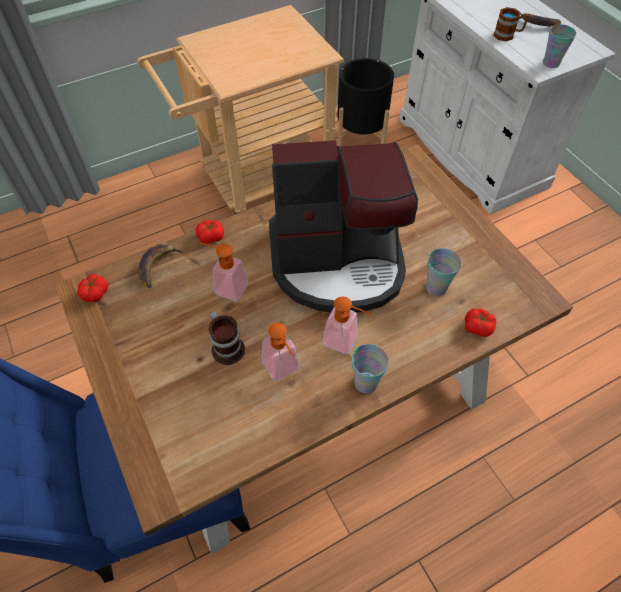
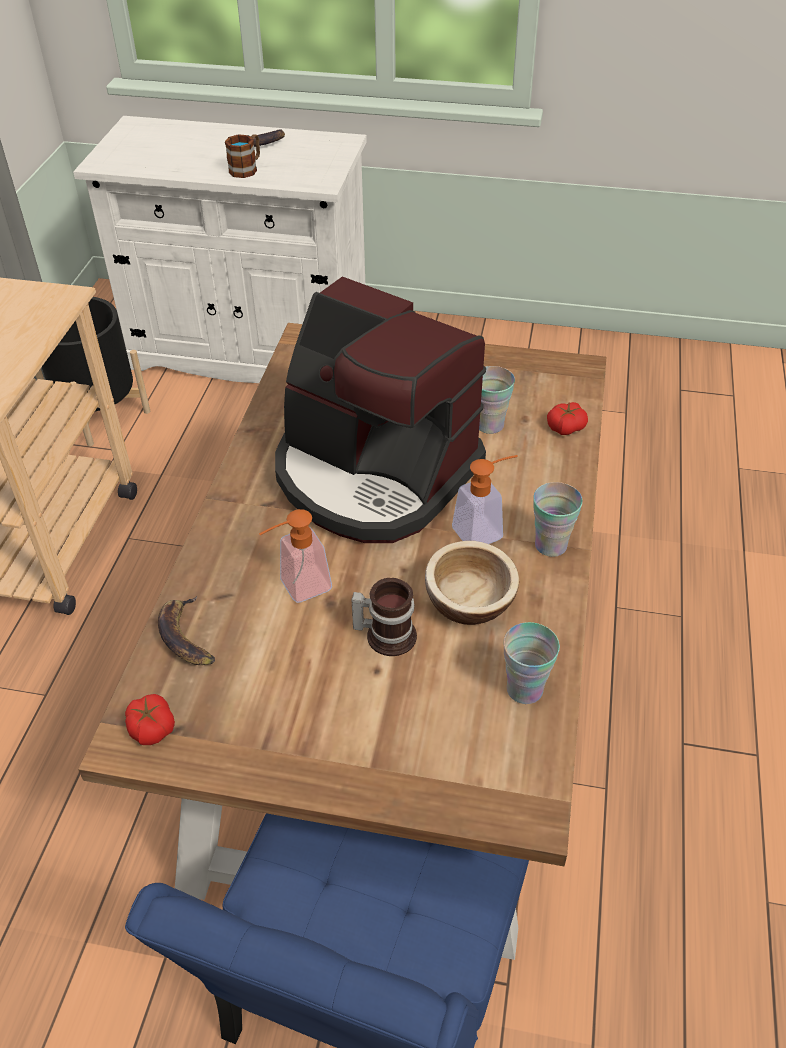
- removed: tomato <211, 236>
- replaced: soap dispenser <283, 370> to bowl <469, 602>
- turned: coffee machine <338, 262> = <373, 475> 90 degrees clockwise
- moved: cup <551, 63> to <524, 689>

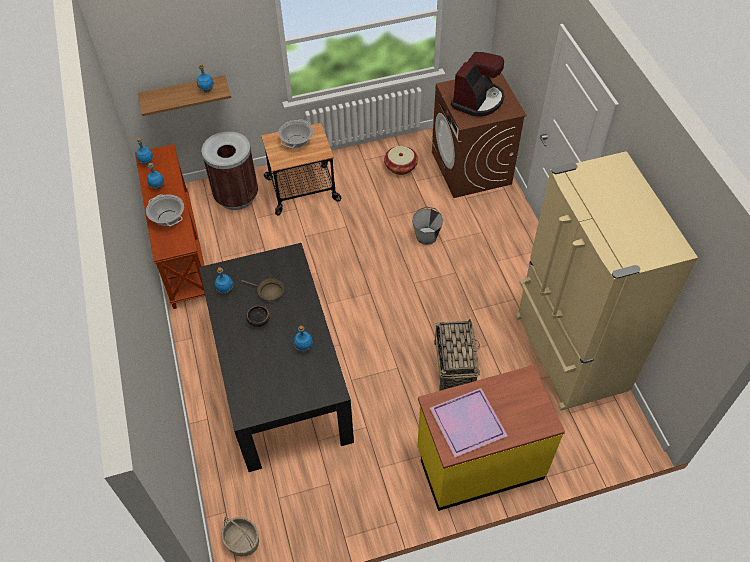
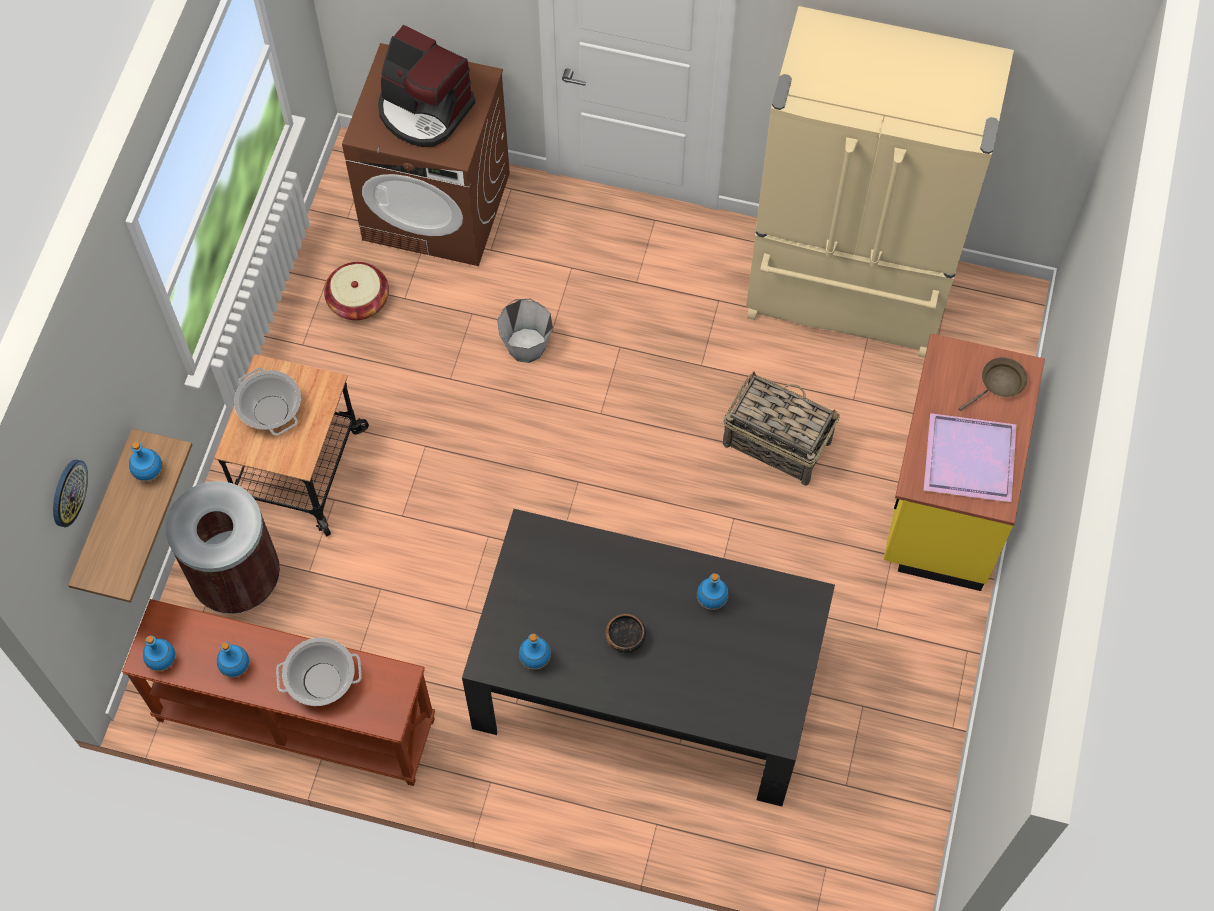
- removed: basket <242, 541>
- moved: brown frying pan <268, 291> to <999, 384>
- turned: coffee machine <478, 100> = <424, 110> 150 degrees clockwise
- added: wall clock <68, 492>

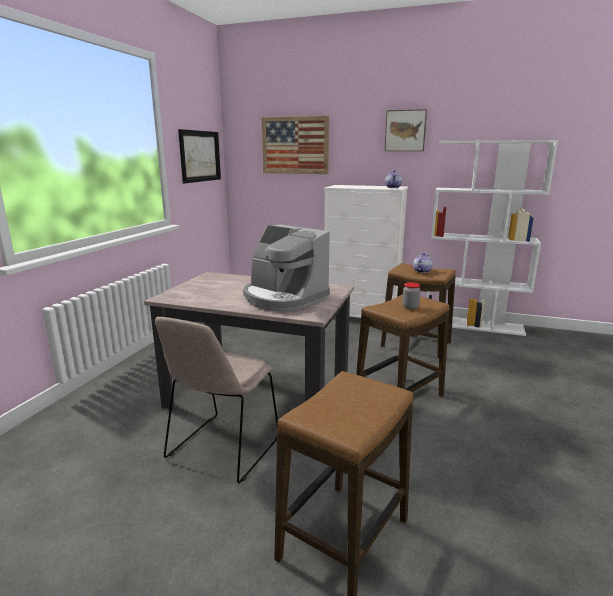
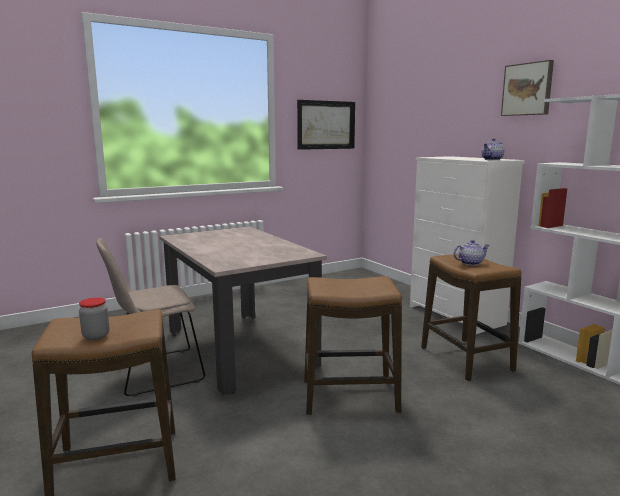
- removed: coffee machine <283, 298>
- removed: picture <295, 145>
- moved: jar <410, 307> to <96, 336>

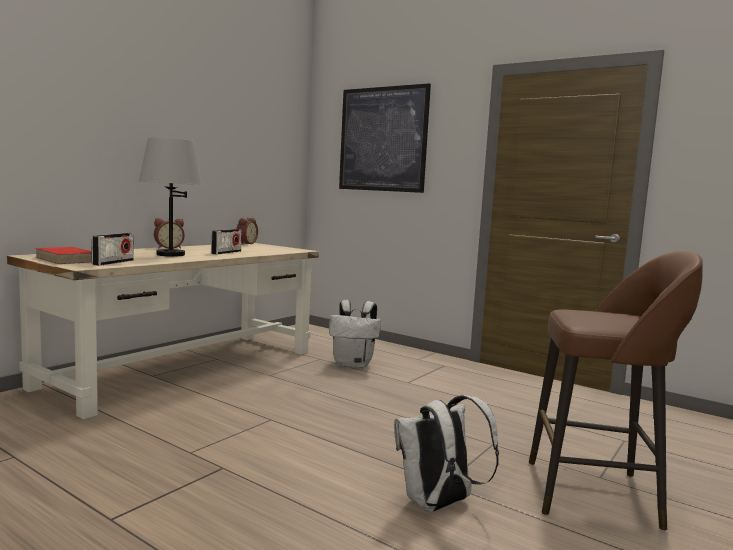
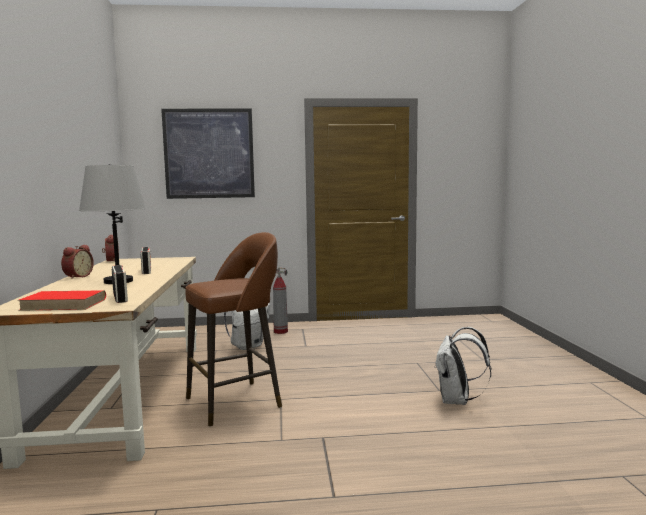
- moved: brown stool <596, 494> to <236, 402>
- added: fire extinguisher <280, 332>

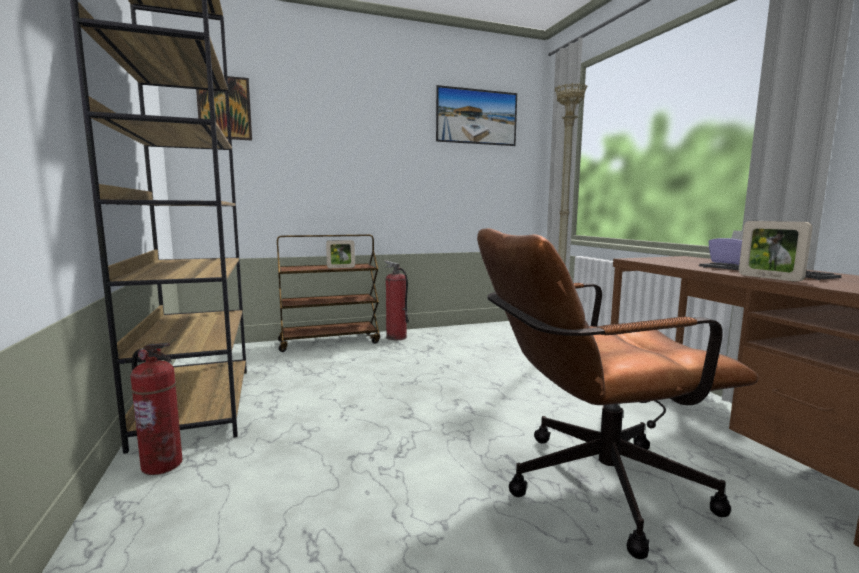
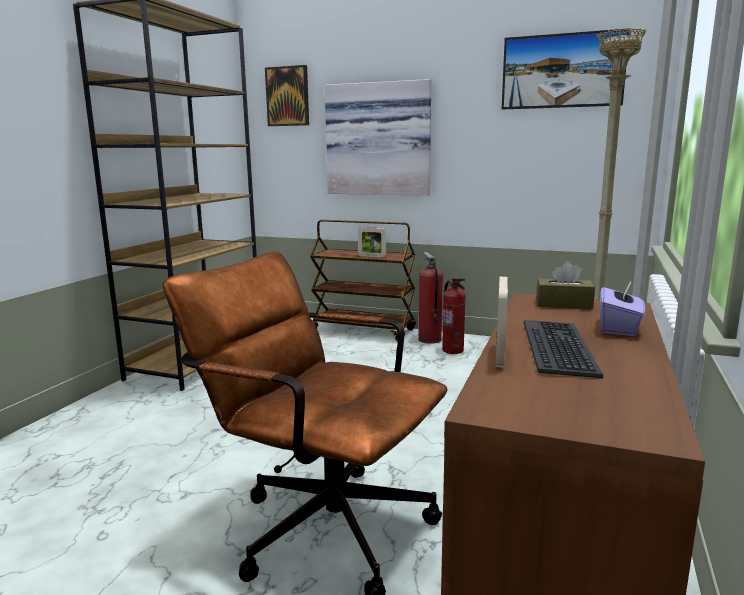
- moved: fire extinguisher <163, 464> to <453, 350>
- added: picture <379, 139>
- added: brown tissue box <563, 304>

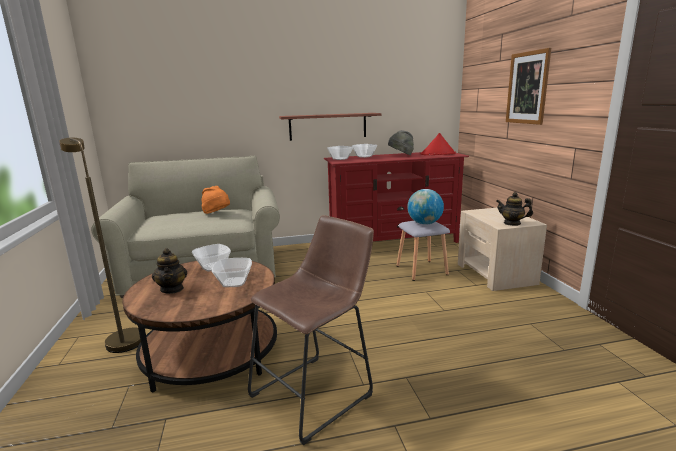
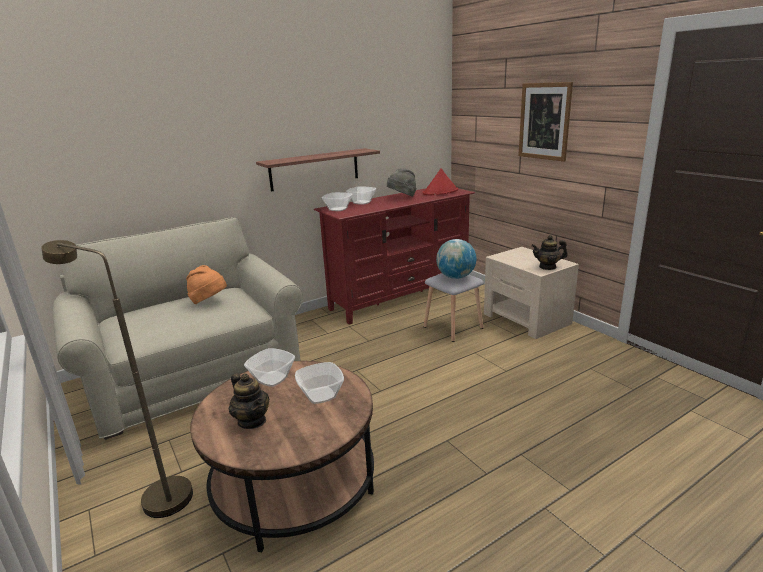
- removed: brown stool <317, 392>

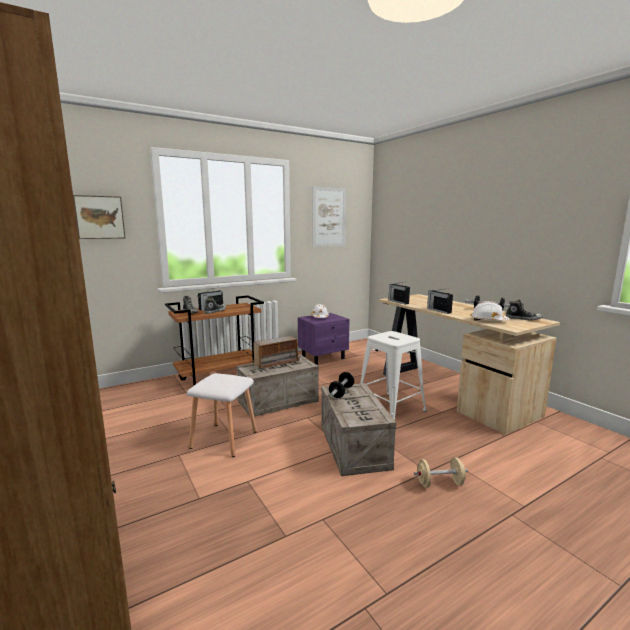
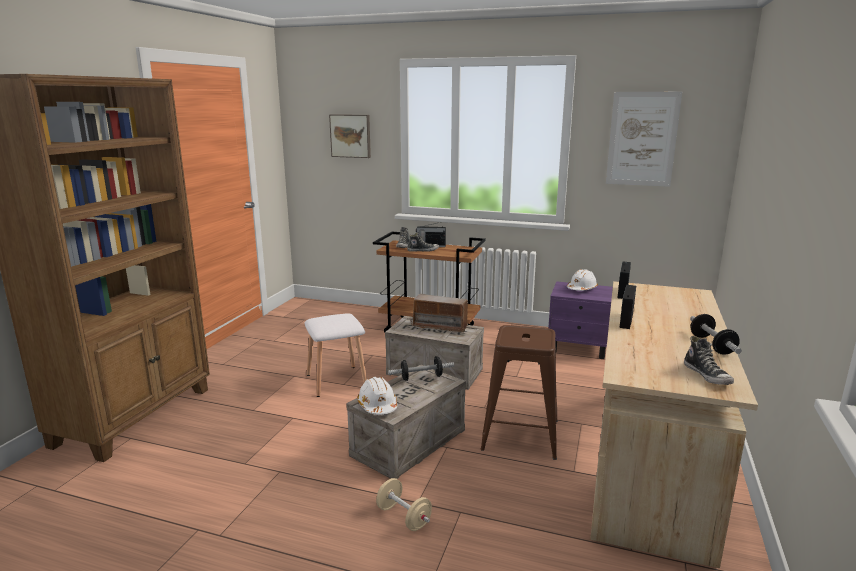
- recoloured: white stool <390, 409> to brown stool <521, 435>
- moved: white hard hat <488, 321> to <377, 405>

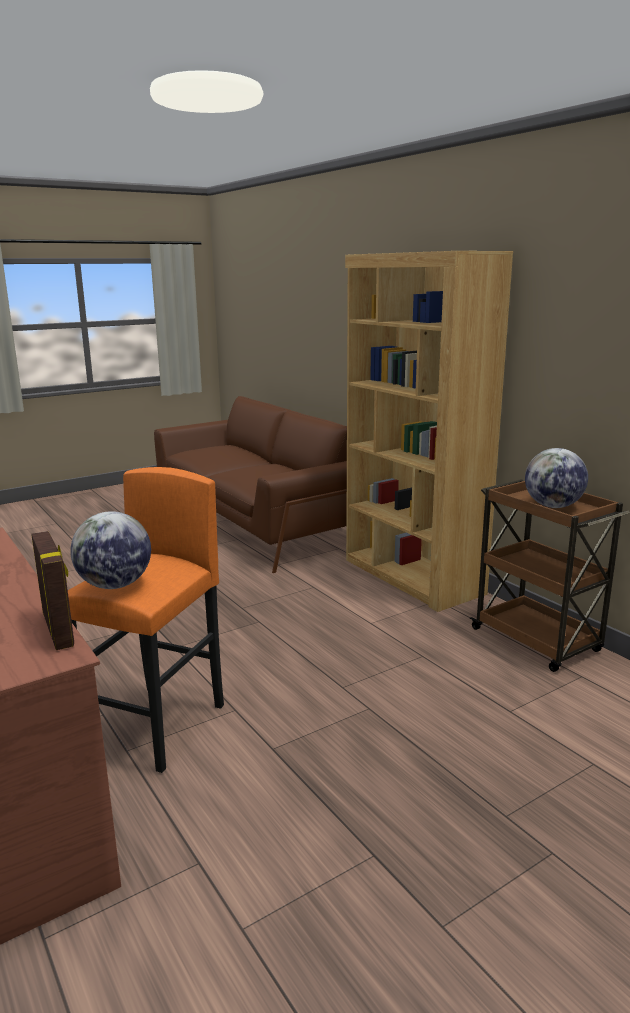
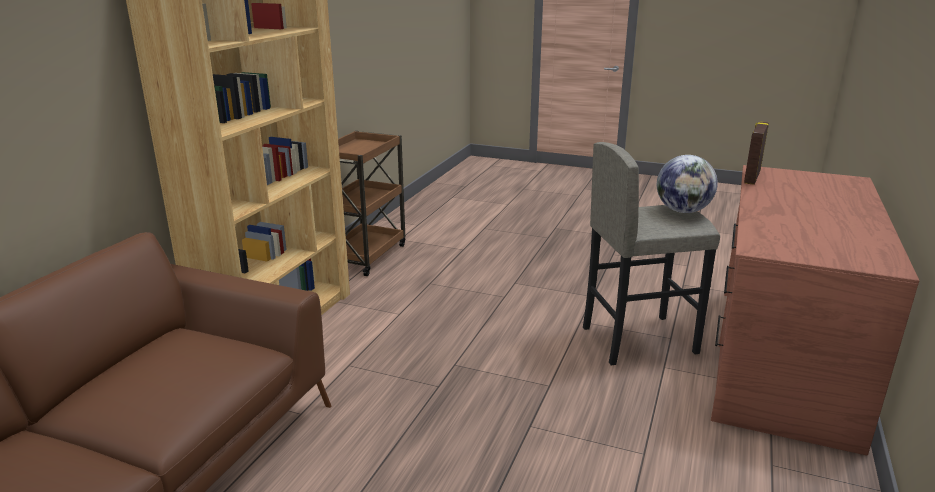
- recoloured: orange stool <156, 726> to grey stool <638, 339>
- removed: globe <553, 506>

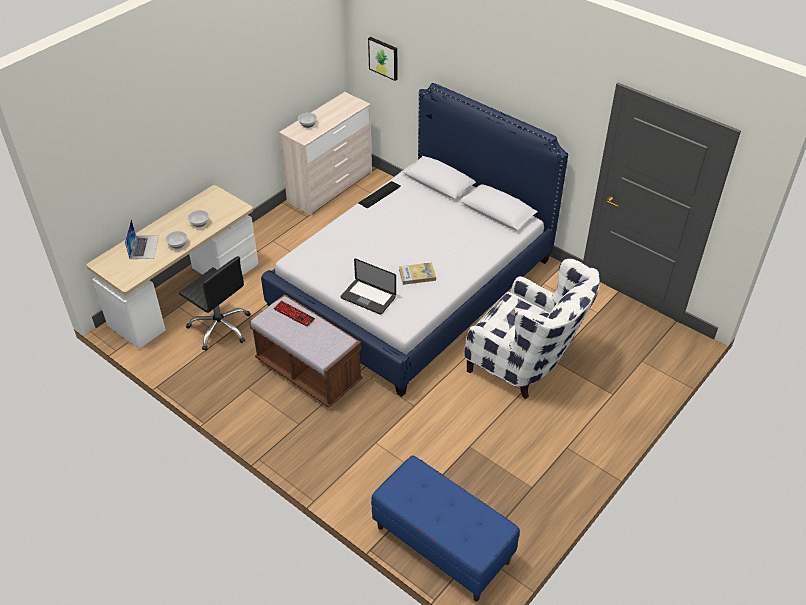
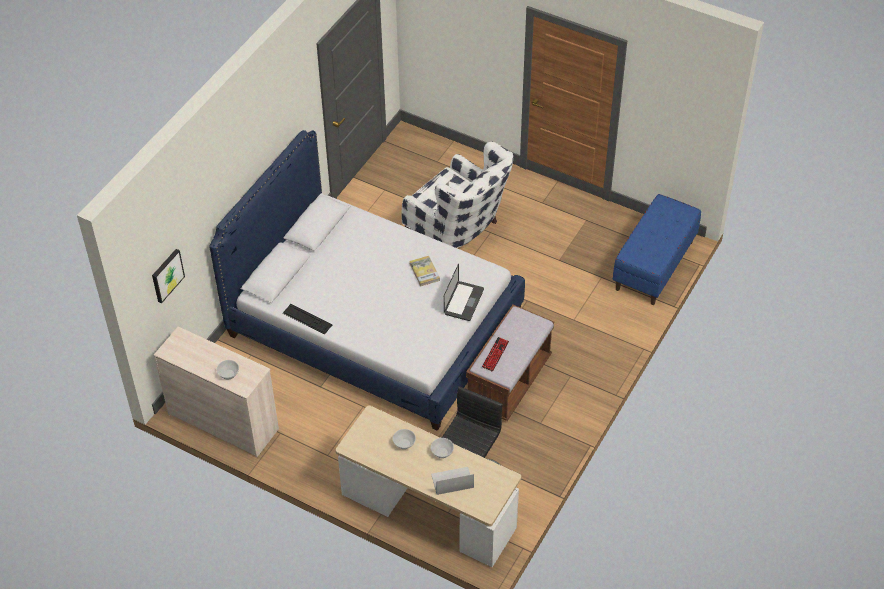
- turned: white armchair <526, 364> = <459, 232> 105 degrees clockwise

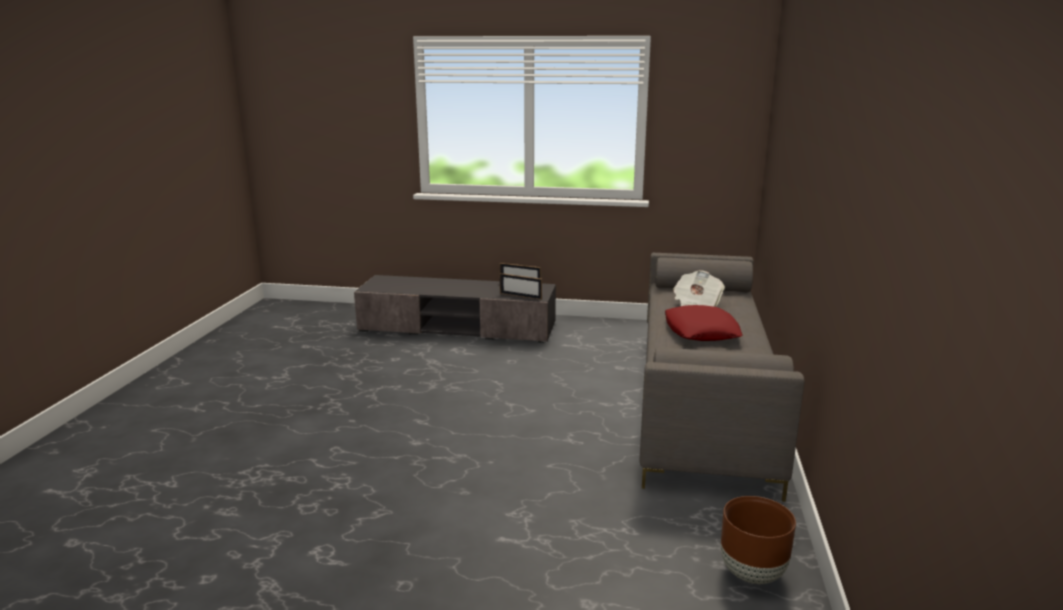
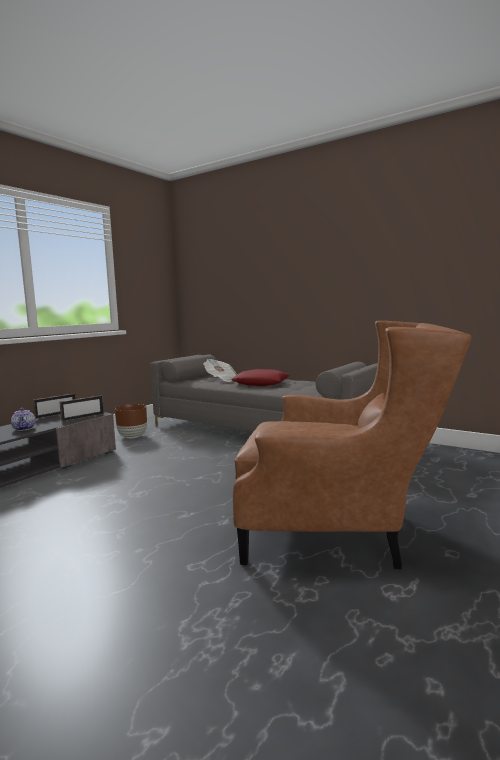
- moved: brown planter <752, 574> to <132, 437>
- added: teapot <24, 428>
- added: brown armchair <340, 531>

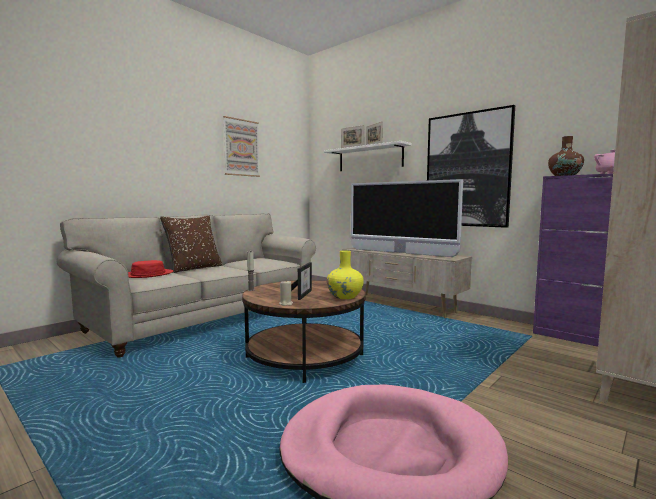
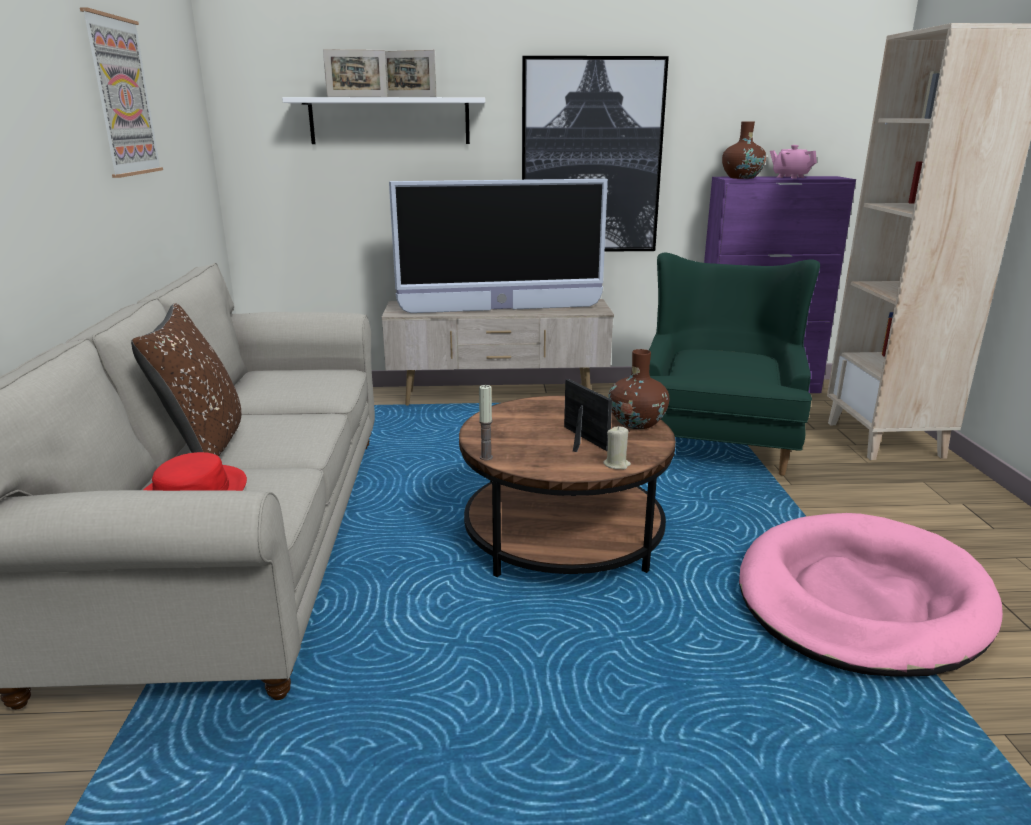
- recoloured: yellow vase <345, 296> to brown vase <637, 423>
- added: green armchair <717, 440>

